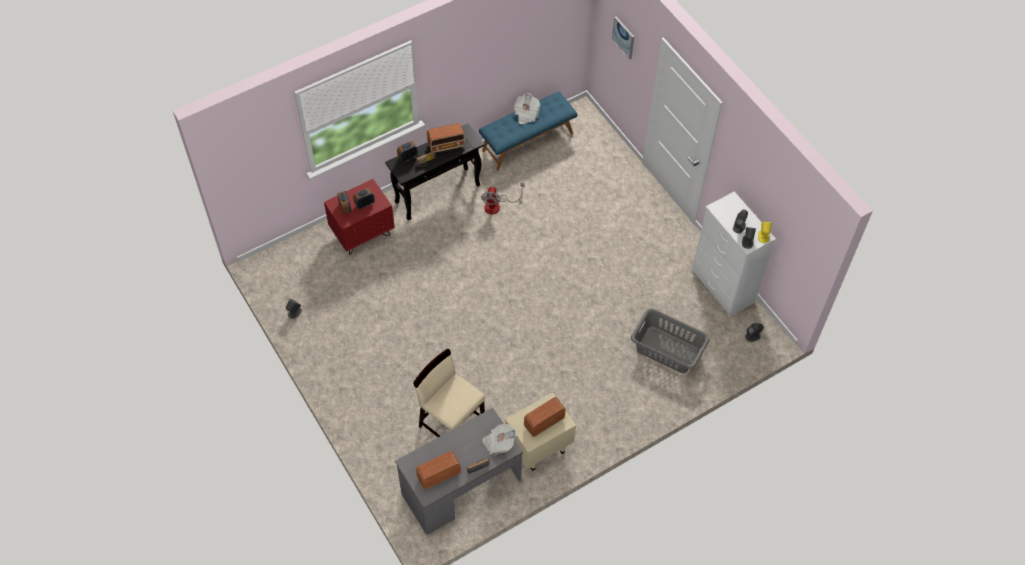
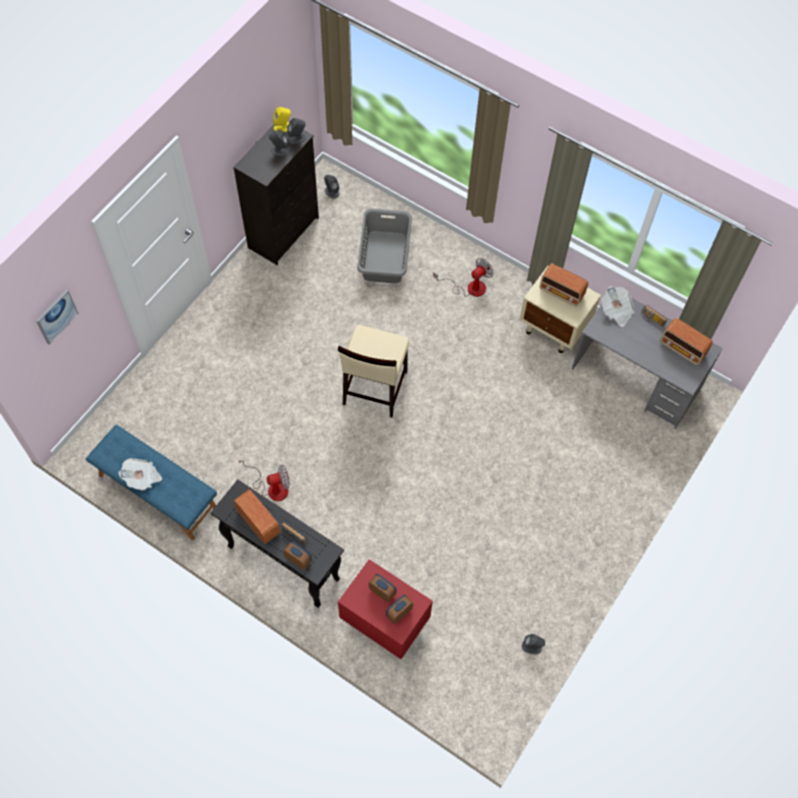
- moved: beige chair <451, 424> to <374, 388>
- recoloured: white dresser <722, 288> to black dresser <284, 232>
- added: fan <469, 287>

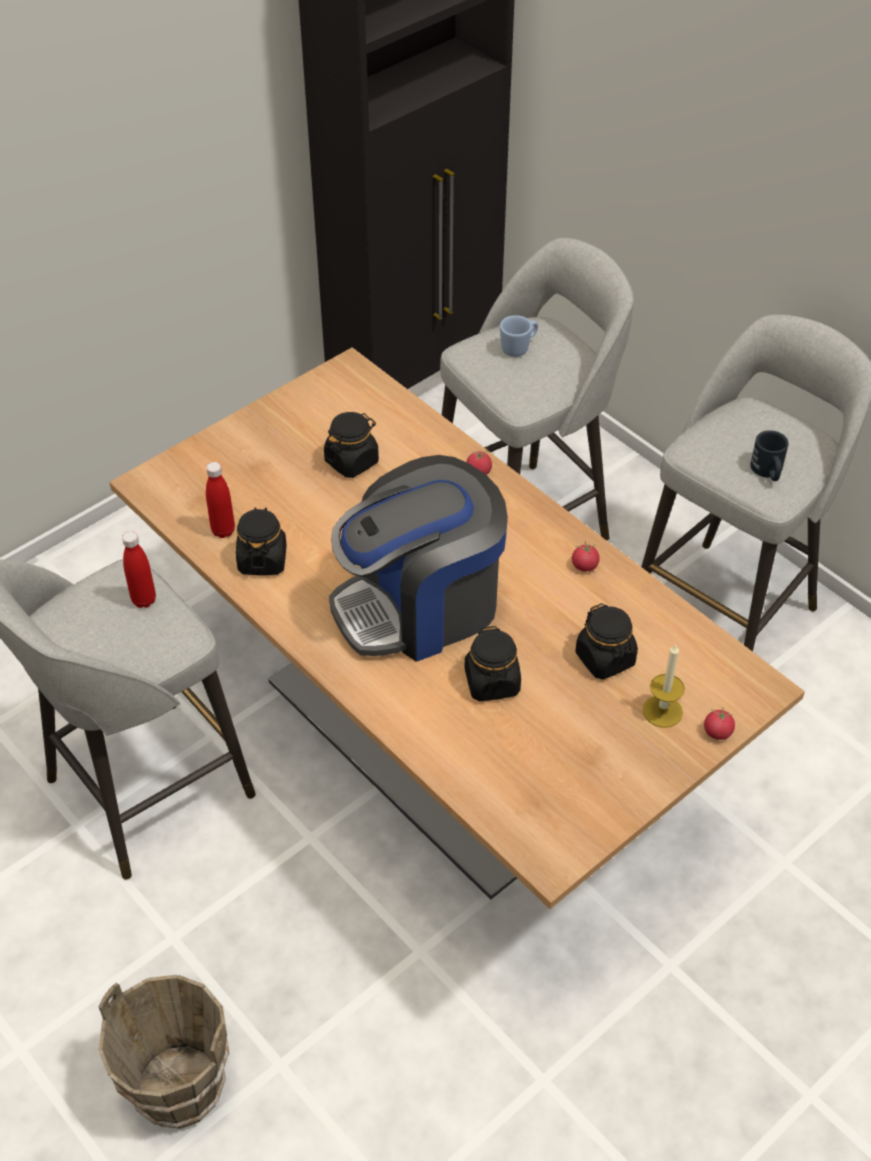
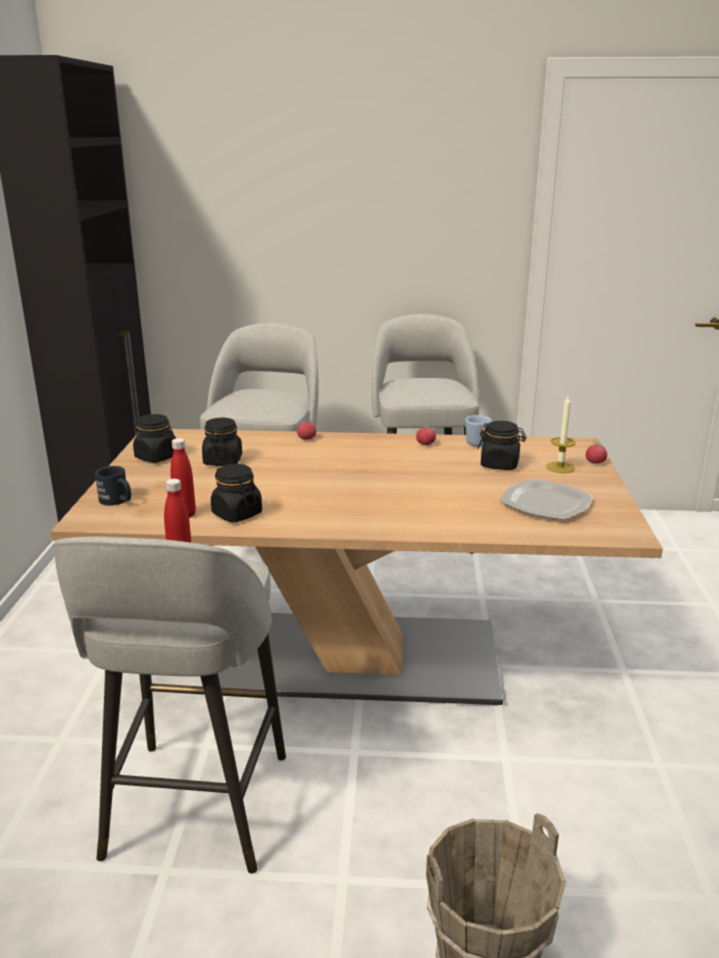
- removed: coffee machine <420, 606>
- moved: black jar <492, 682> to <157, 457>
- moved: blue mug <519, 348> to <477, 442>
- moved: black mug <768, 471> to <117, 501>
- added: plate <547, 503>

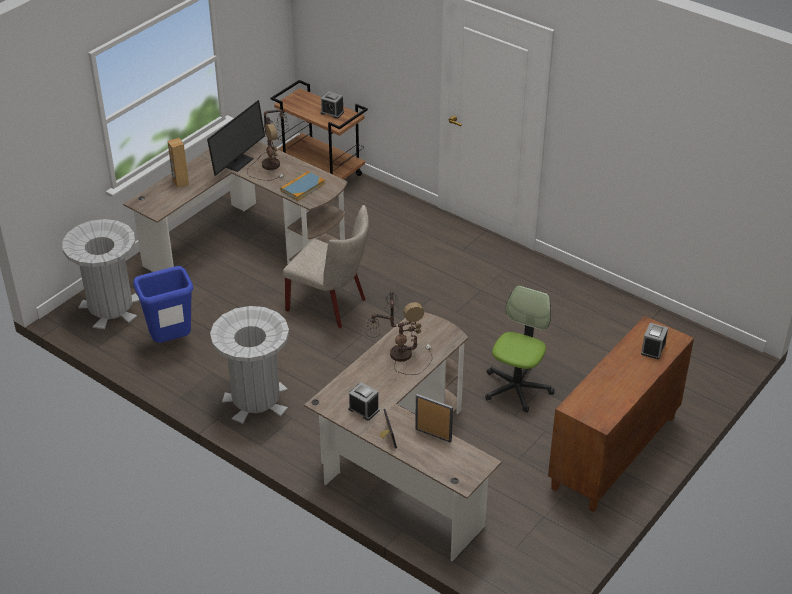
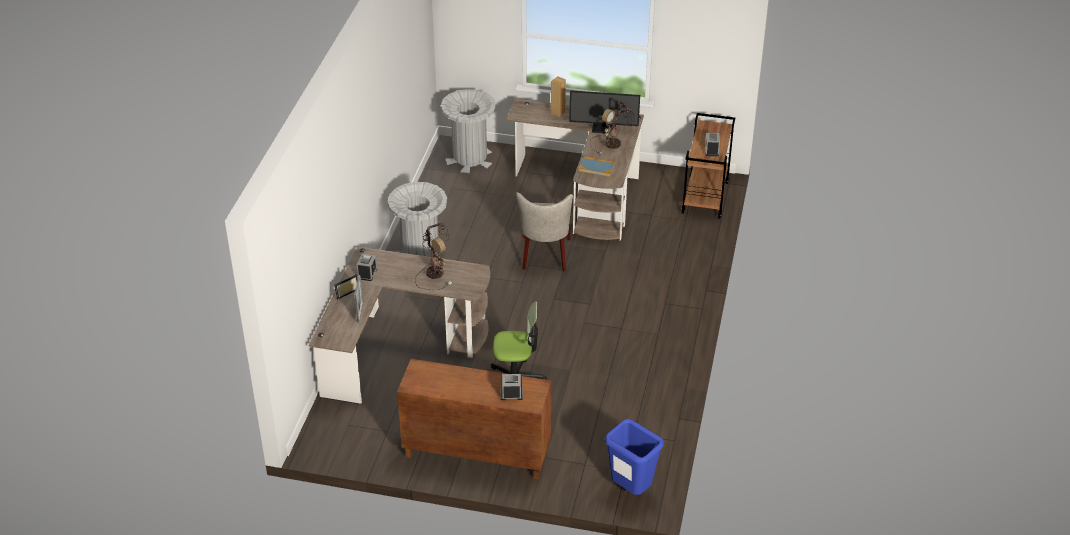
- moved: blue trash can <171, 342> to <630, 489>

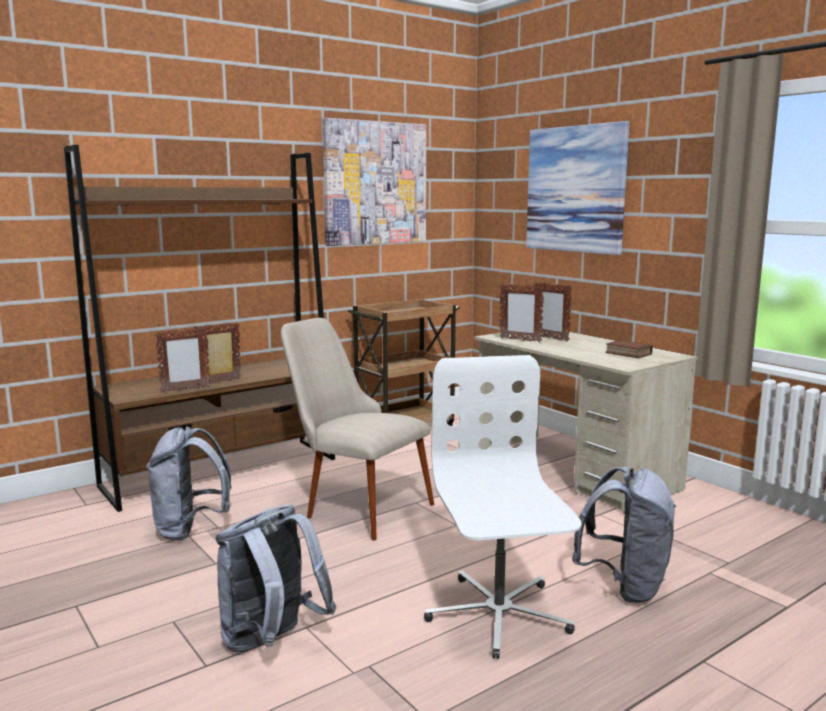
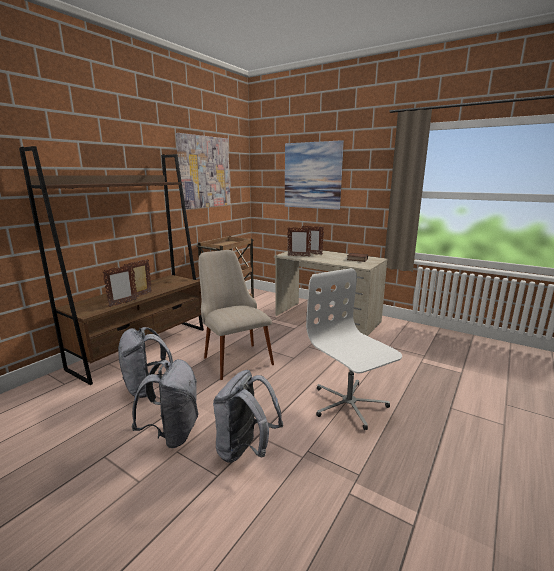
- turned: beige chair <355, 505> = <233, 356> 45 degrees clockwise
- moved: grey backpack <625, 586> to <173, 433>

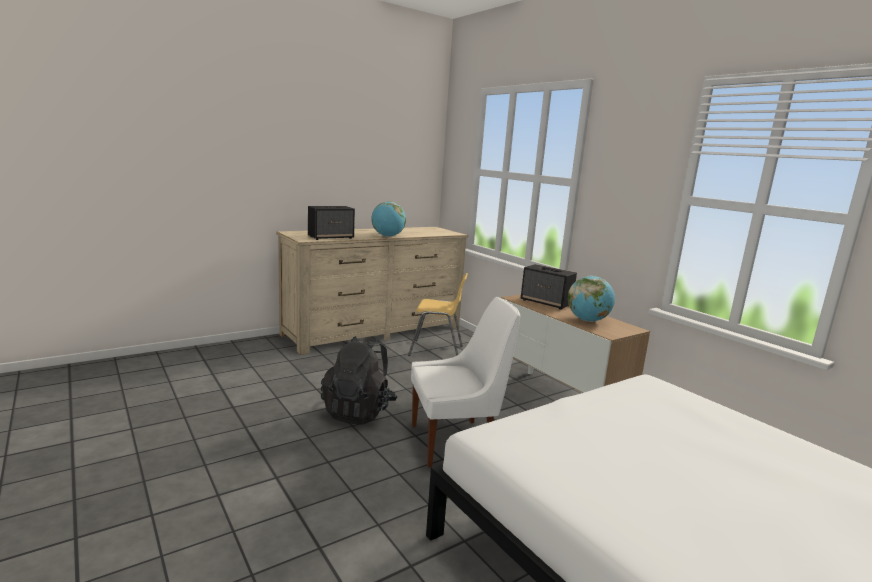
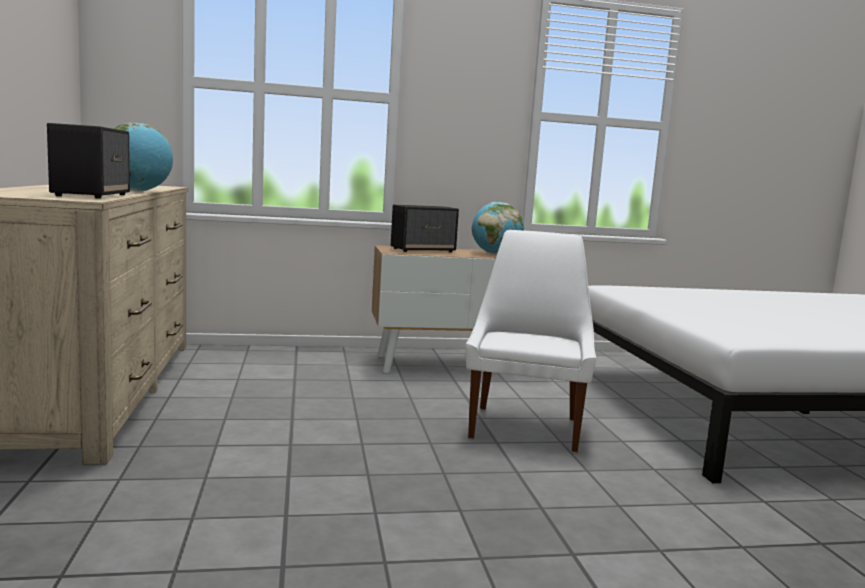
- removed: black backpack <359, 411>
- removed: yellow chair <436, 350>

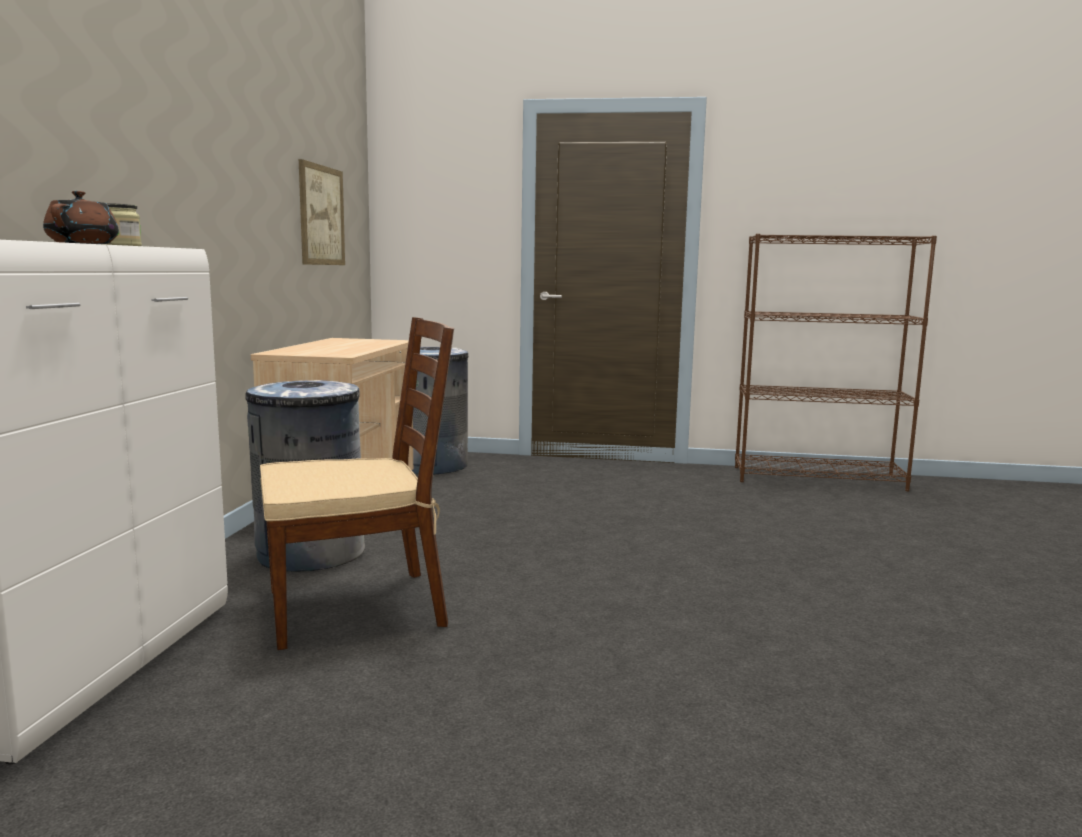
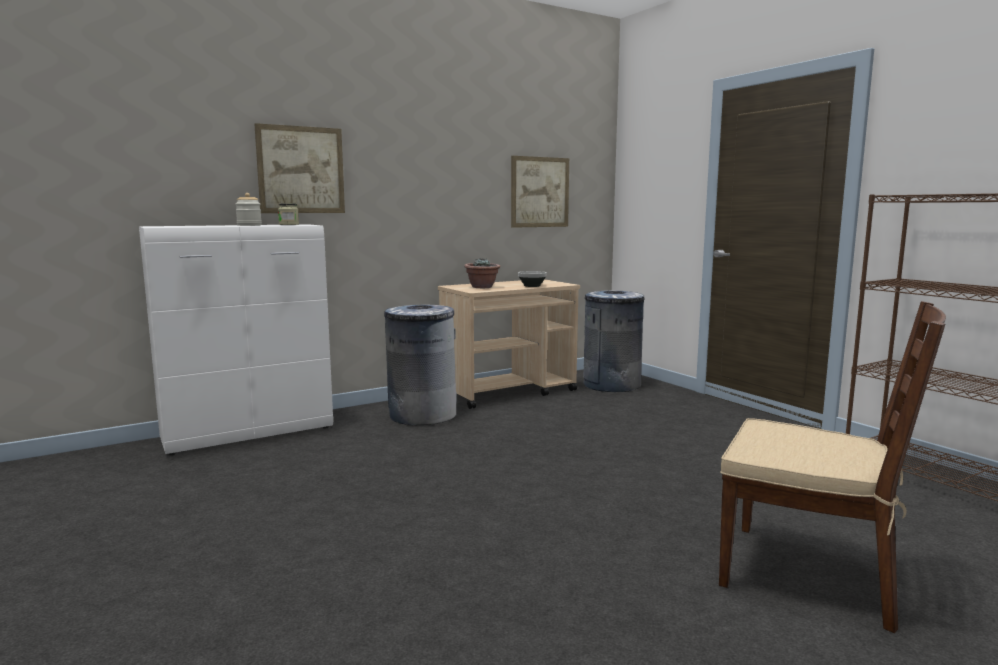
- replaced: brown teapot <84, 243> to jar <249, 225>
- moved: brown chair <358, 607> to <811, 574>
- added: picture <301, 170>
- added: potted plant <482, 287>
- added: bowl <531, 286>

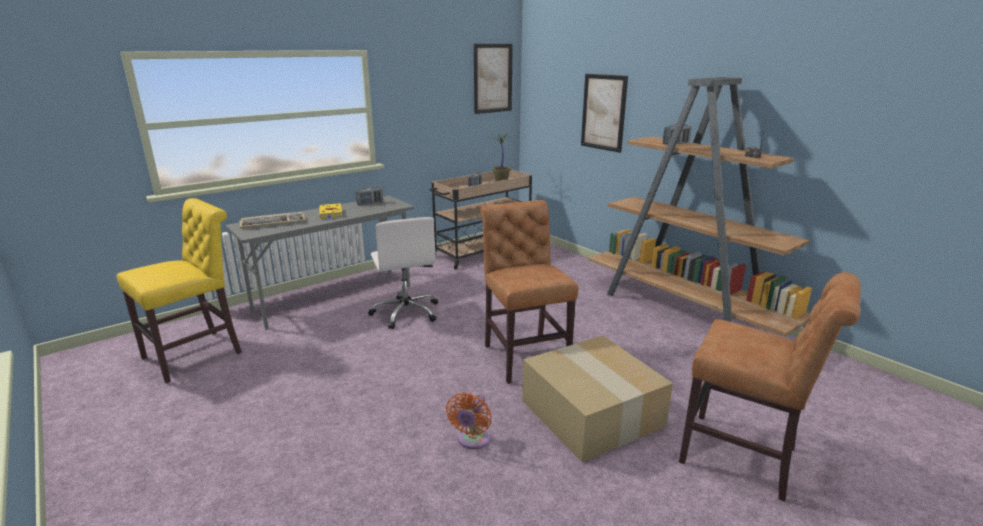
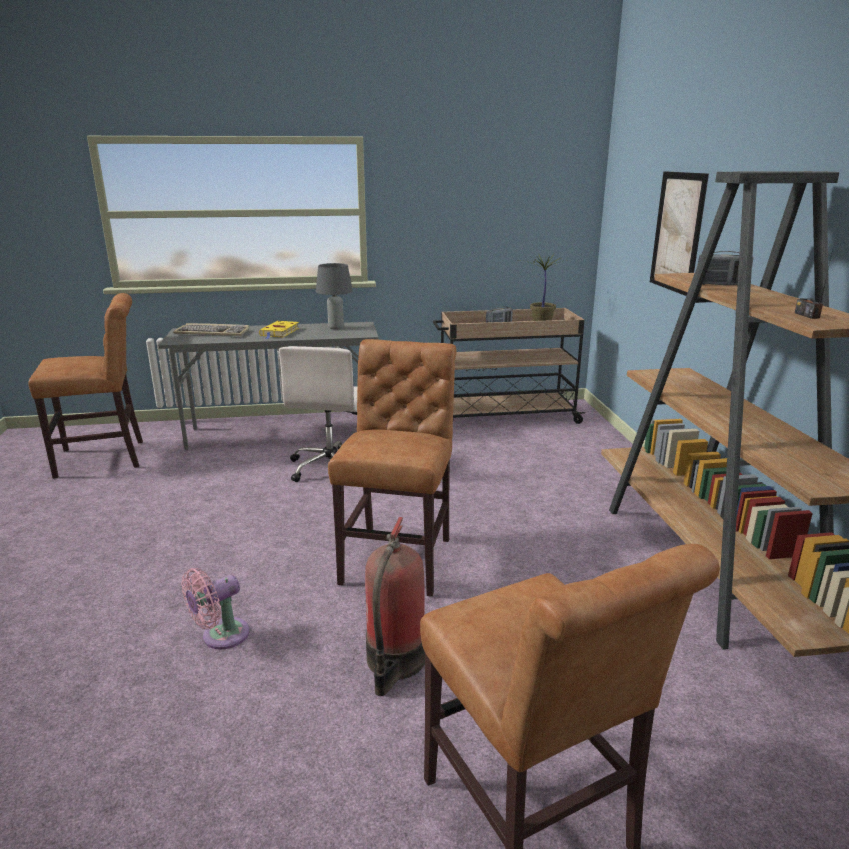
- recoloured: yellow chair <198, 354> to brown chair <106, 458>
- replaced: radio <370, 204> to grey table lamp <336, 327>
- recoloured: orange fan <472, 440> to pink fan <221, 636>
- removed: picture <493, 78>
- replaced: cardboard box <594, 413> to fire extinguisher <394, 662>

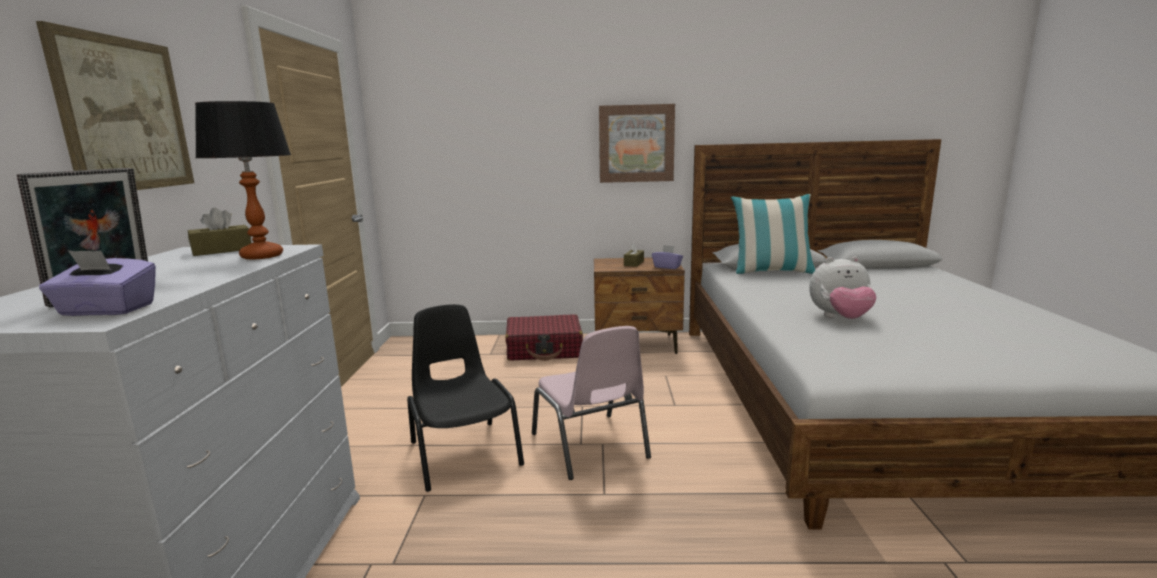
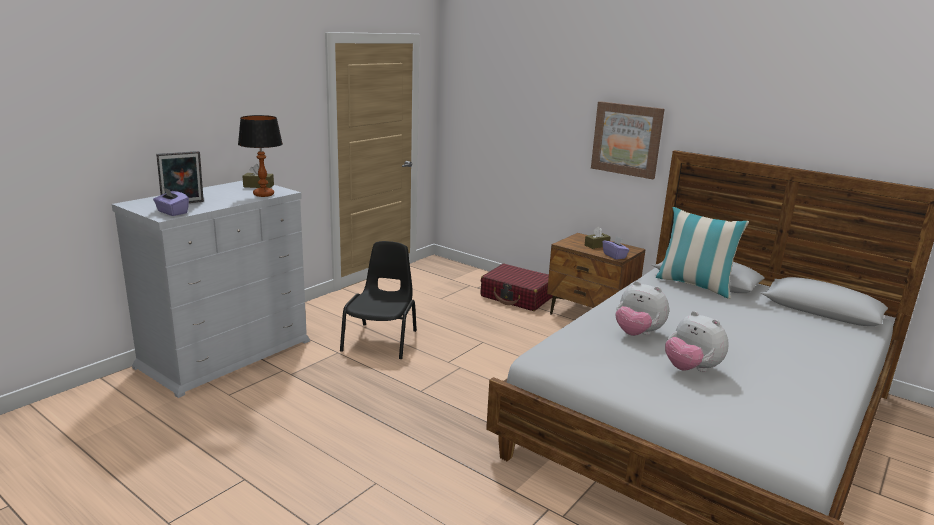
- removed: picture <125, 115>
- removed: pink chair <590, 446>
- added: plush toy <691, 369>

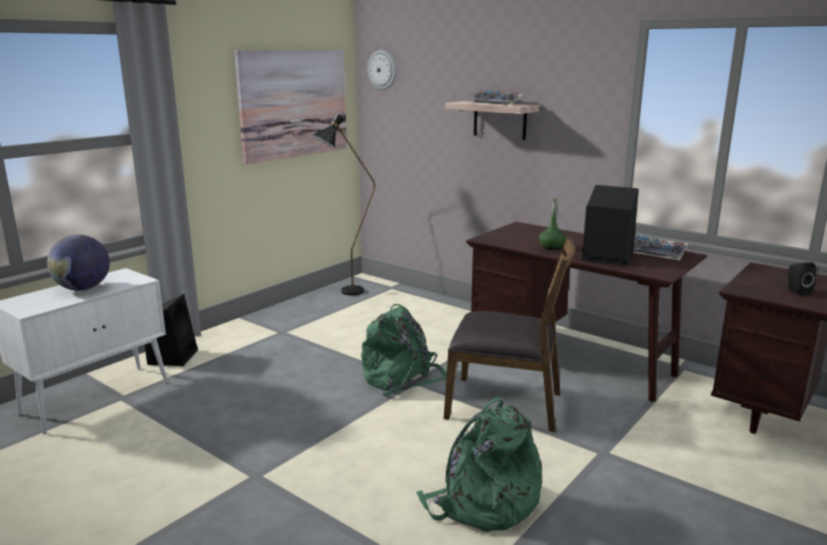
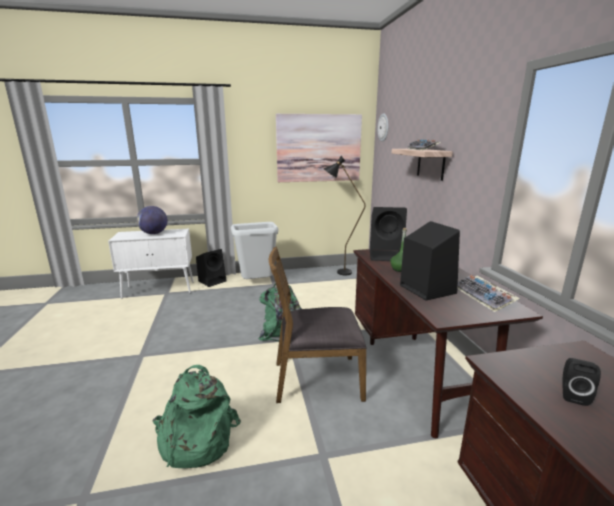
- turned: brown chair <505, 404> = <316, 379> 120 degrees clockwise
- added: grey trash can <257, 283>
- added: black speaker <386, 256>

